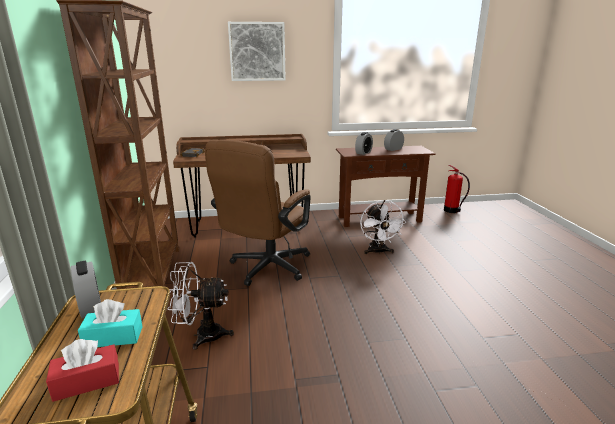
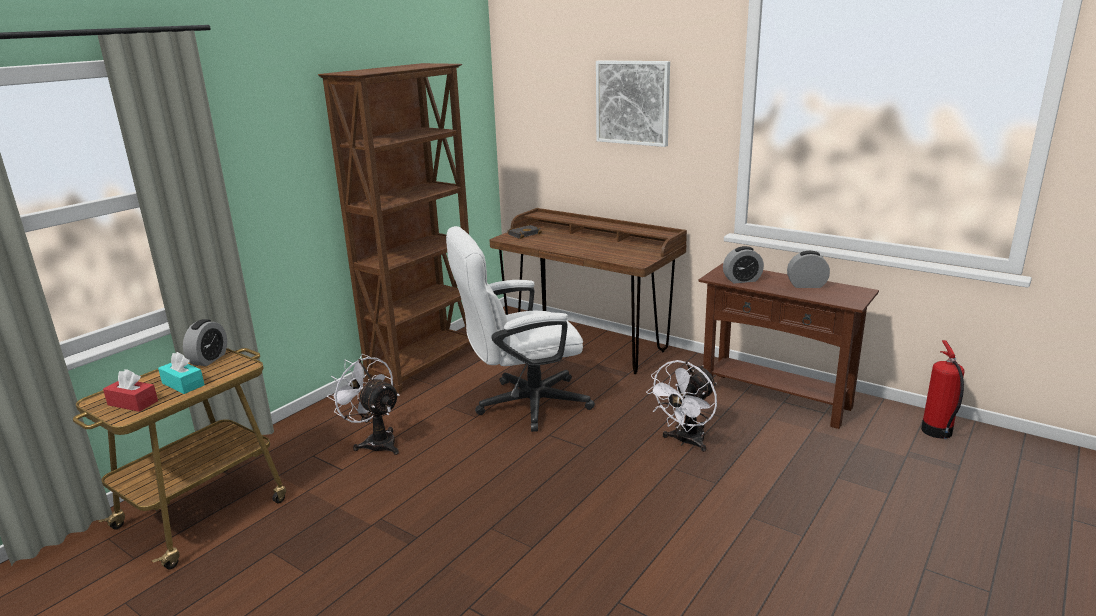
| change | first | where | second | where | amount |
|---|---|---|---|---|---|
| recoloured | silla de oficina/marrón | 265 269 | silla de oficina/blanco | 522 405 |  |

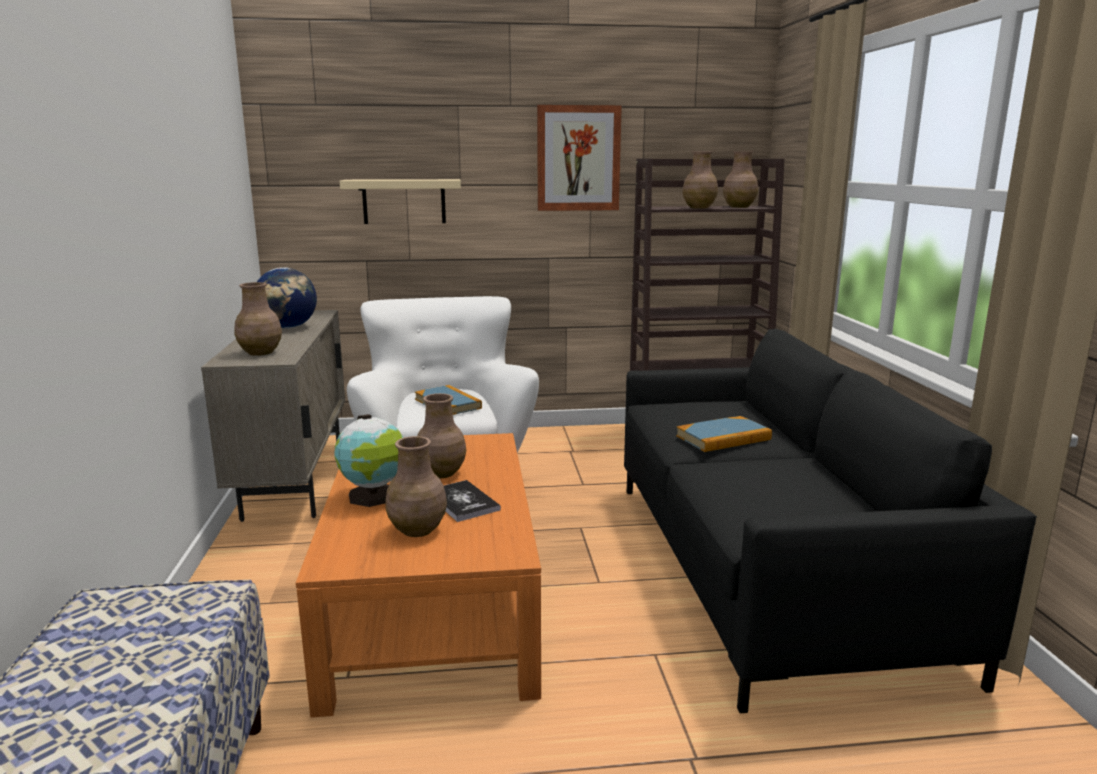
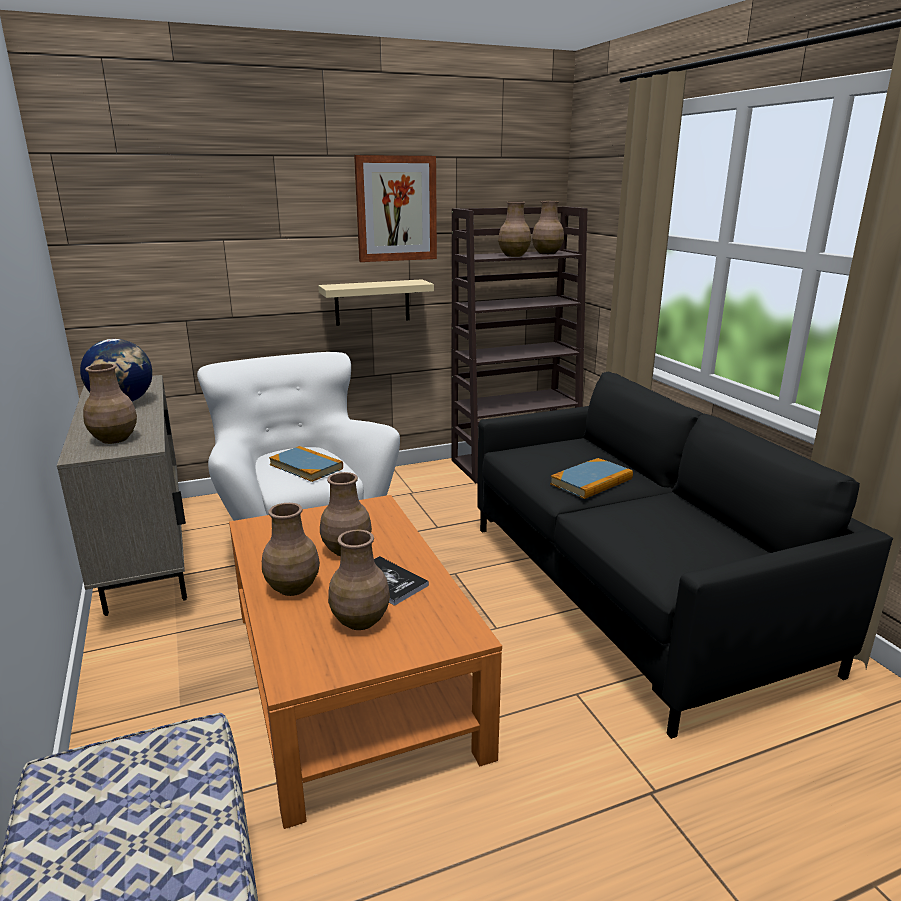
| change | first | where | second | where | amount |
|---|---|---|---|---|---|
| moved | estante/beis | 404 201 |  | 372 302 |  |
| replaced | globo terráqueo | 374 497 | florero/marrón | 294 588 |  |

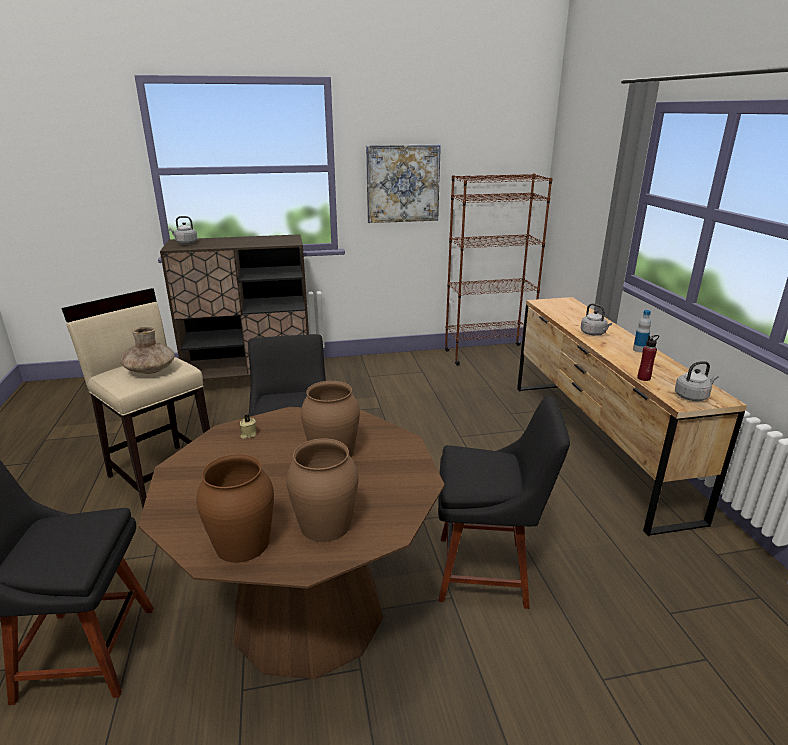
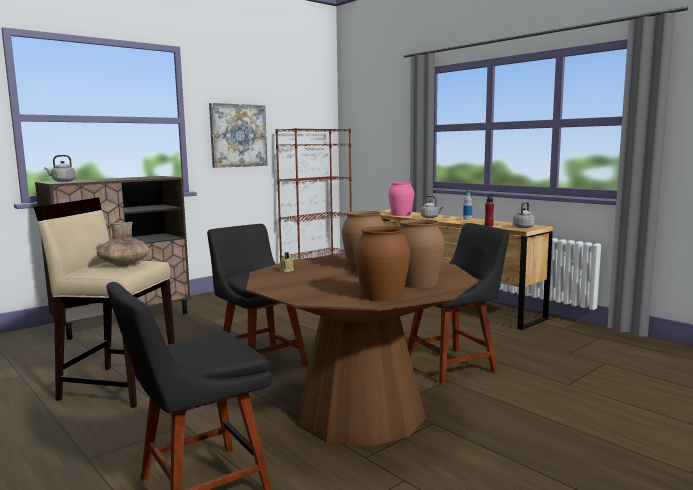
| change | first | where | second | where | amount |
|---|---|---|---|---|---|
| added |  |  | florero/rosa | 401 214 |  |

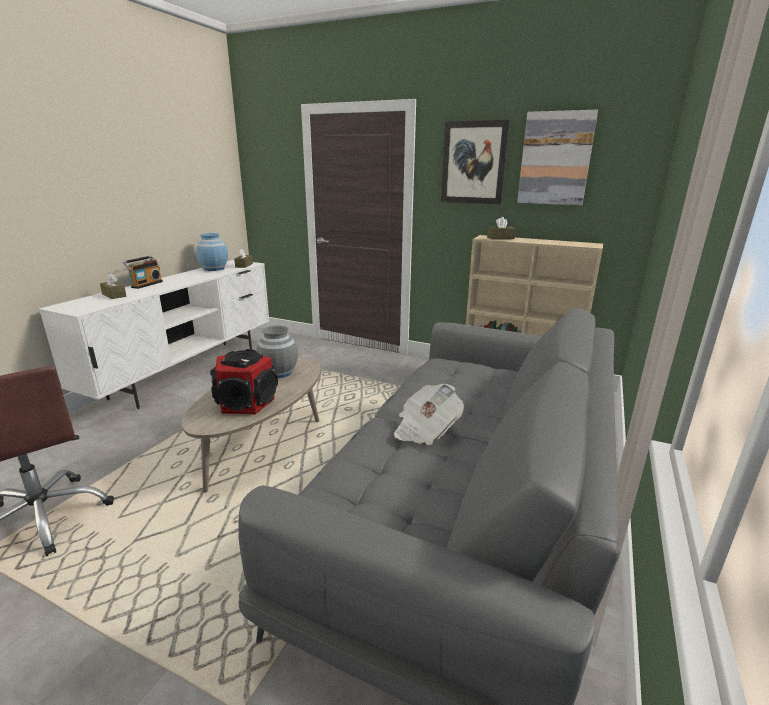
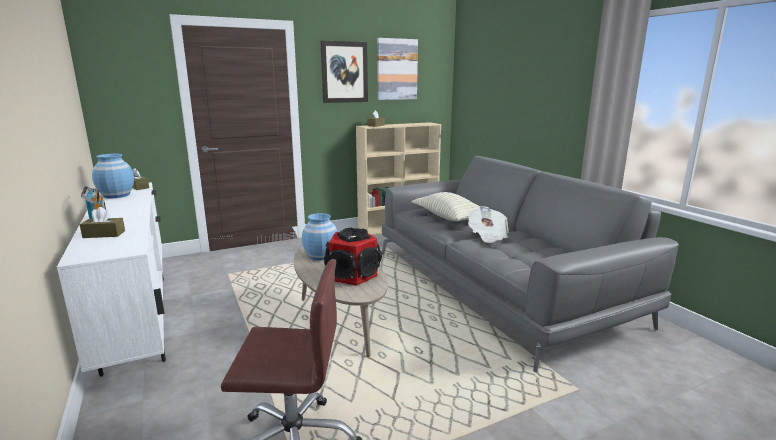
| change | first | where | second | where | amount |
|---|---|---|---|---|---|
| added |  |  | cojín | 449 218 |  |
| recoloured | florero/gris | 279 372 | florero/azul | 321 255 |  |

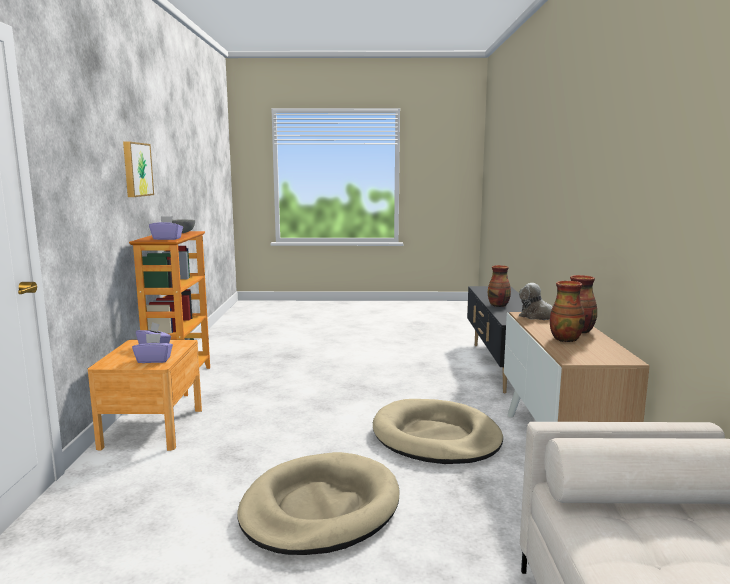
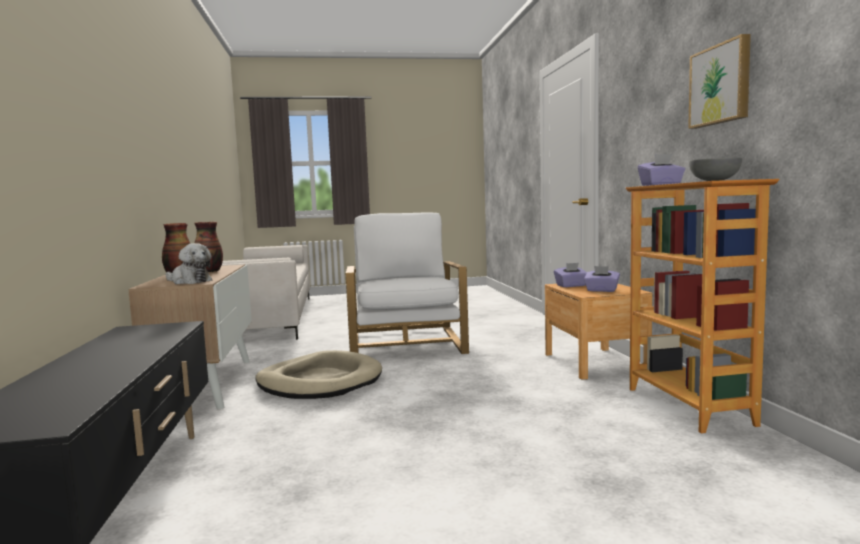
| change | first | where | second | where | amount |
|---|---|---|---|---|---|
| removed | florero | 499 305 |  |  |  |
| replaced | cama para perro/beis | 320 508 | sillón/blanco | 406 344 |  |

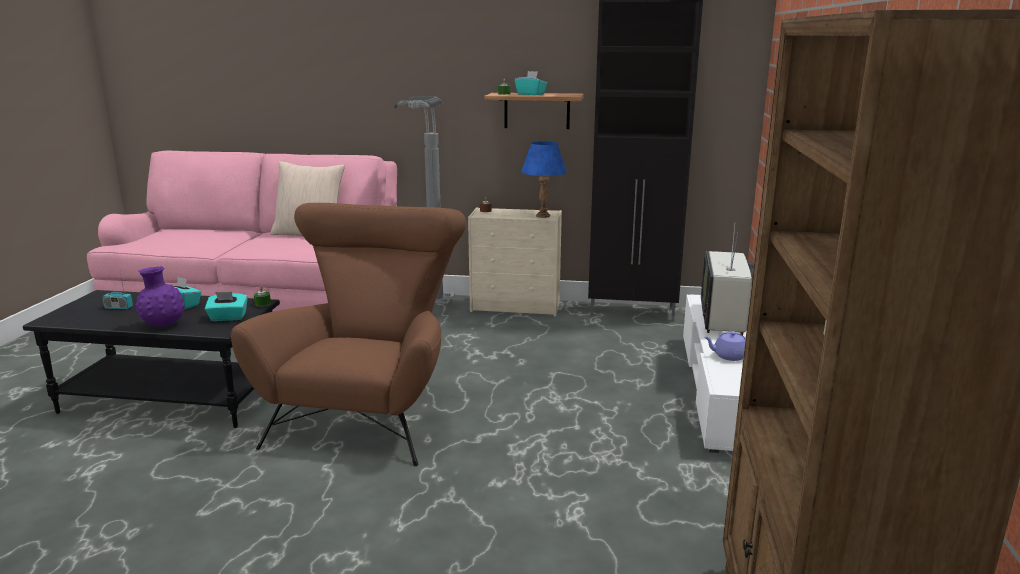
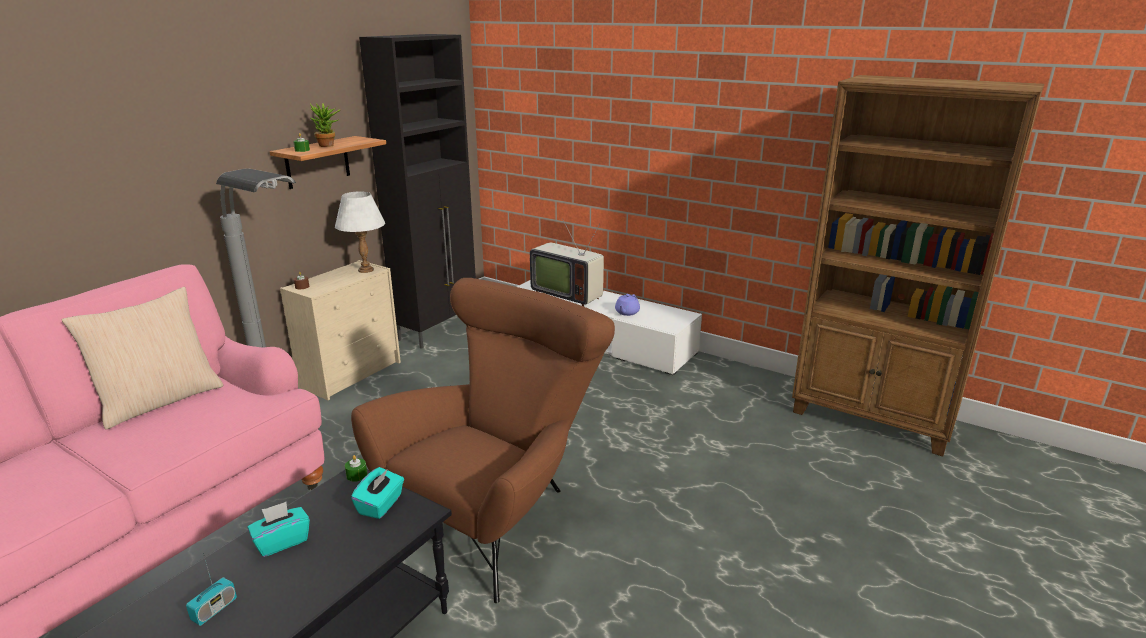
| change | first | where | second | where | amount |
|---|---|---|---|---|---|
| removed | florero/morado | 163 325 |  |  |  |
| replaced | caja de pañuelos/turquesa | 531 94 | planta en maceta | 329 145 |  |
| recoloured | lámpara de mesa/azul | 543 216 | lámpara de mesa/blanco | 366 270 |  |
| turned | sillón/marrón | 367 412 |  | 493 509 | 90 degrees clockwise |

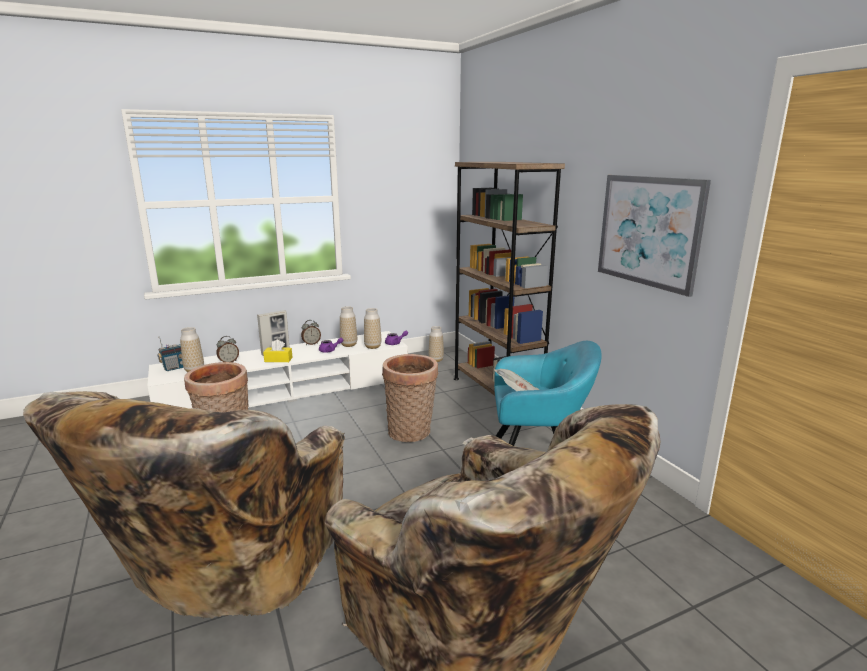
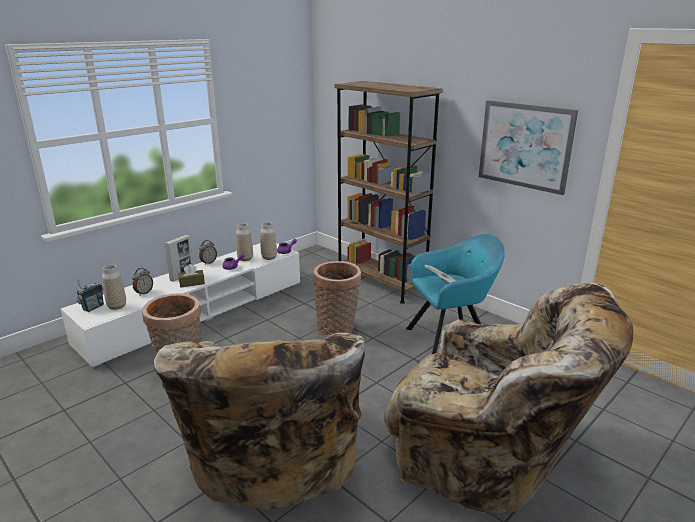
| change | first | where | second | where | amount |
|---|---|---|---|---|---|
| removed | florero | 436 360 |  |  |  |
| recoloured | caja de pañuelos/amarillo | 278 359 | caja de pañuelos/marrón | 192 283 |  |

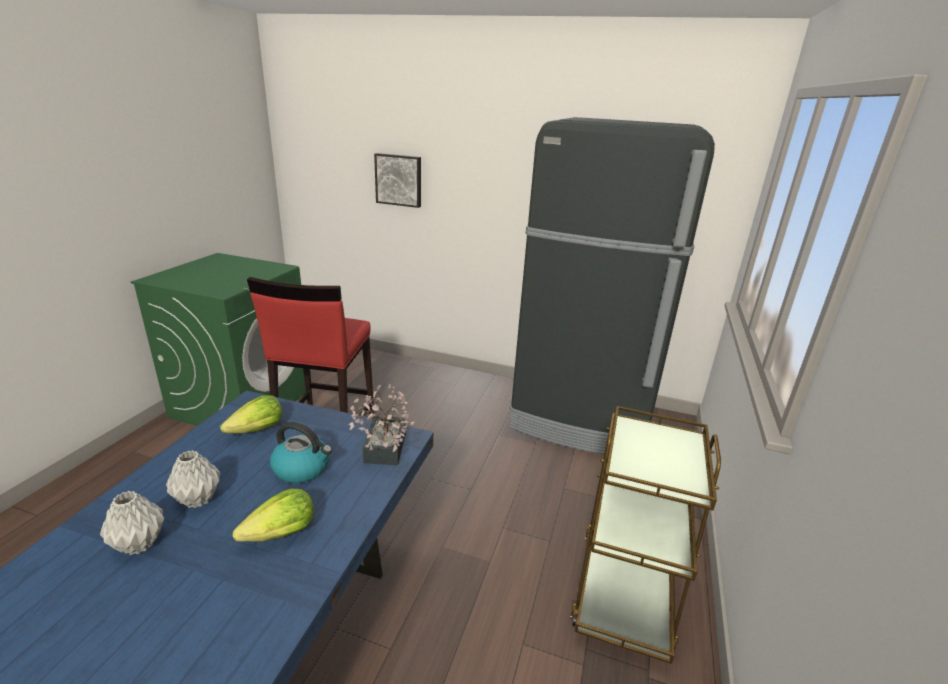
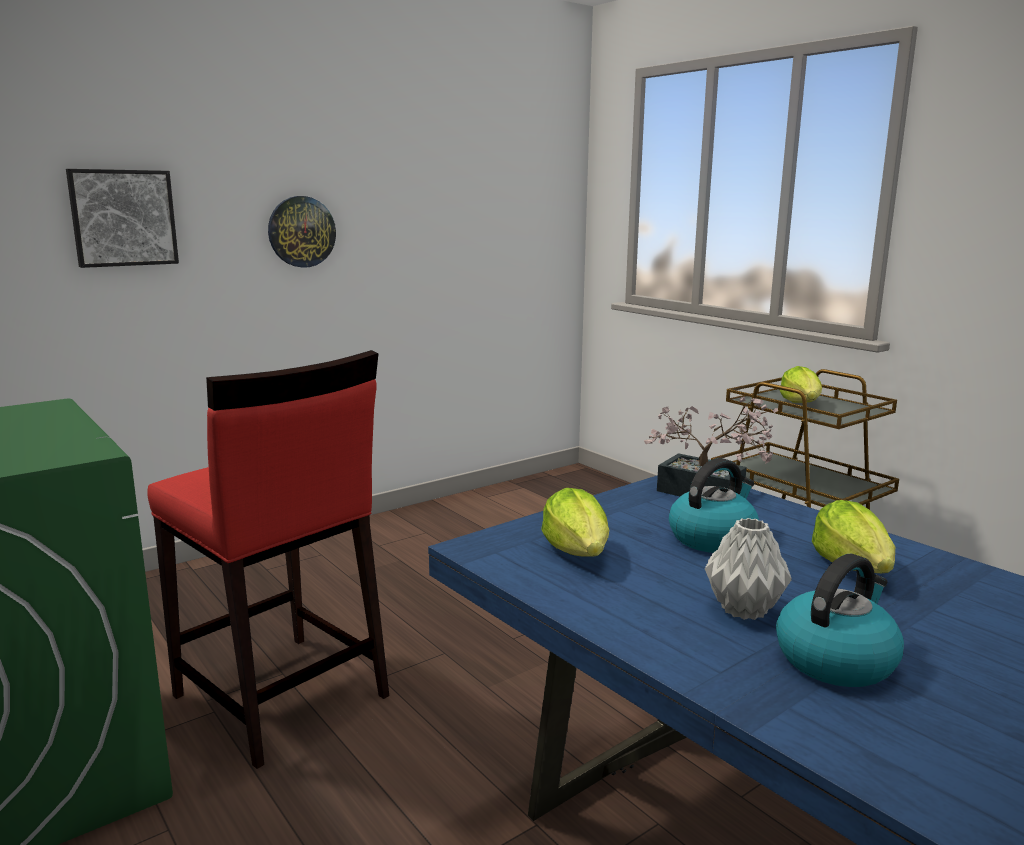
| change | first | where | second | where | amount |
|---|---|---|---|---|---|
| removed | nevera/negro | 581 420 |  |  |  |
| added |  |  | reloj de pared | 301 231 |  |
| added |  |  | lechuga | 801 404 |  |
| replaced | florero/gris | 140 543 | hervidor | 835 659 |  |

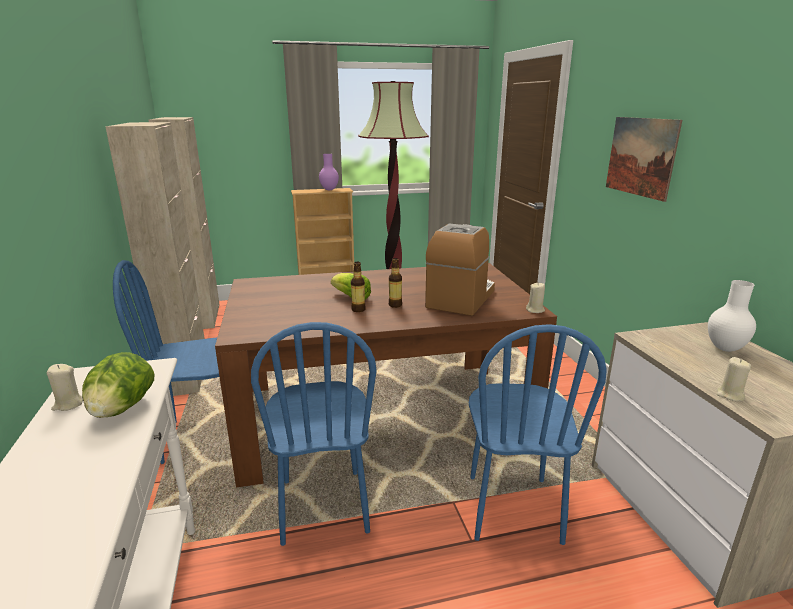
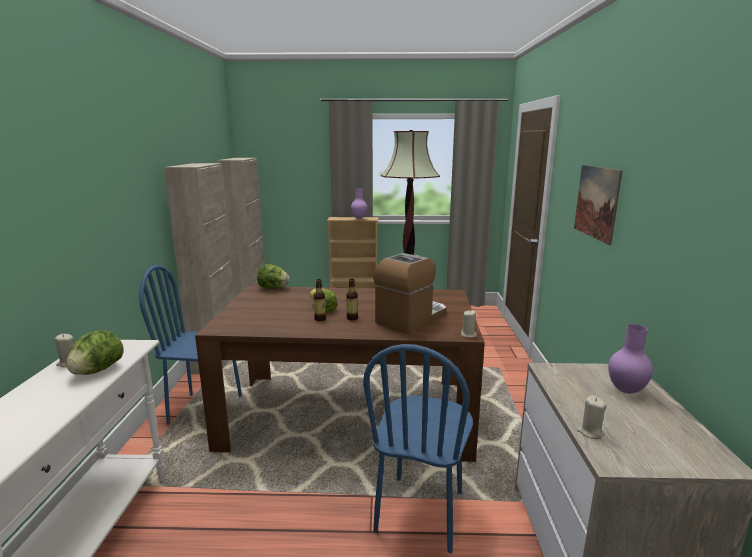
| change | first | where | second | where | amount |
|---|---|---|---|---|---|
| removed | silla/azul | 323 506 |  |  |  |
| added |  |  | lechuga | 273 288 |  |
| recoloured | florero/blanco | 725 349 | florero/morado | 626 391 |  |

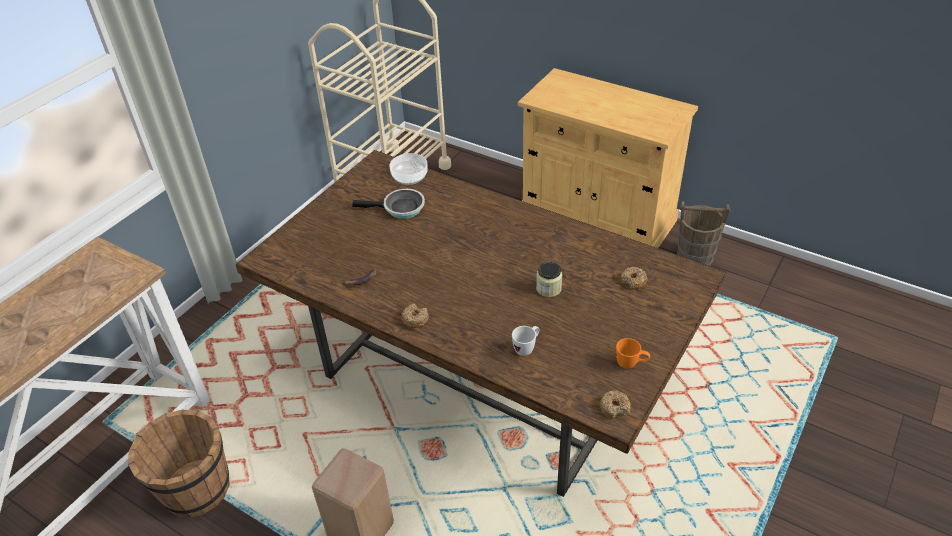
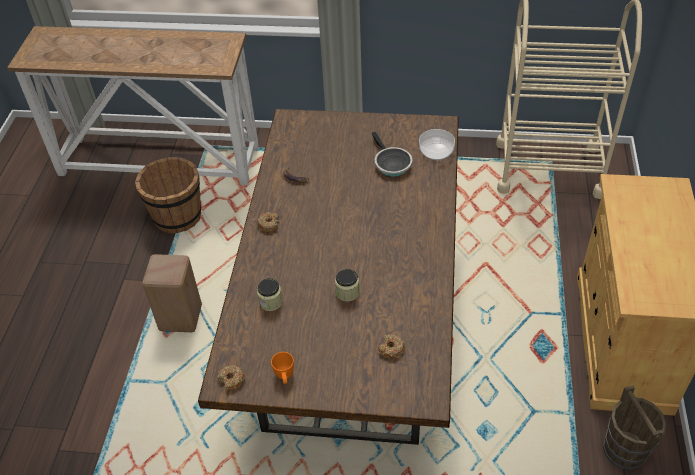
| change | first | where | second | where | amount |
|---|---|---|---|---|---|
| replaced | taza grande/blanco | 526 348 | tarro | 270 302 |  |

